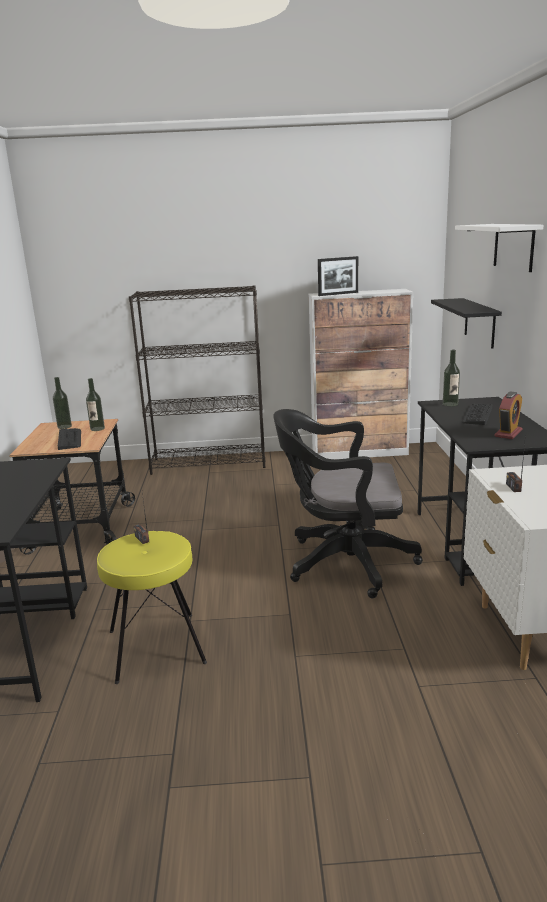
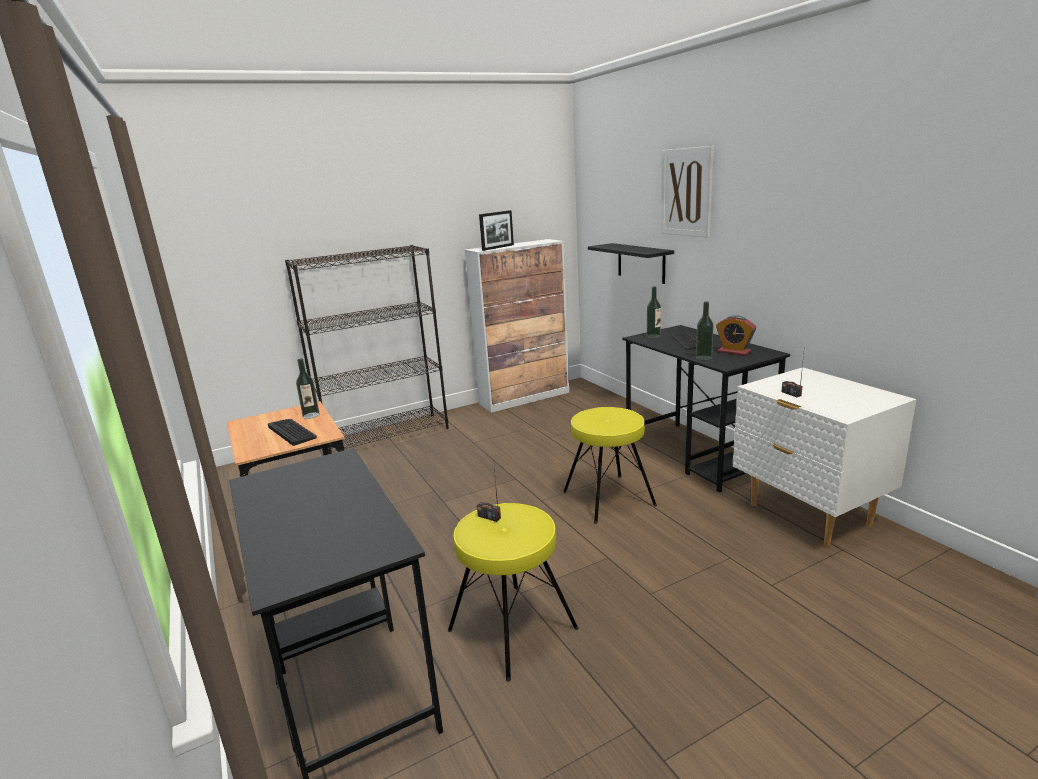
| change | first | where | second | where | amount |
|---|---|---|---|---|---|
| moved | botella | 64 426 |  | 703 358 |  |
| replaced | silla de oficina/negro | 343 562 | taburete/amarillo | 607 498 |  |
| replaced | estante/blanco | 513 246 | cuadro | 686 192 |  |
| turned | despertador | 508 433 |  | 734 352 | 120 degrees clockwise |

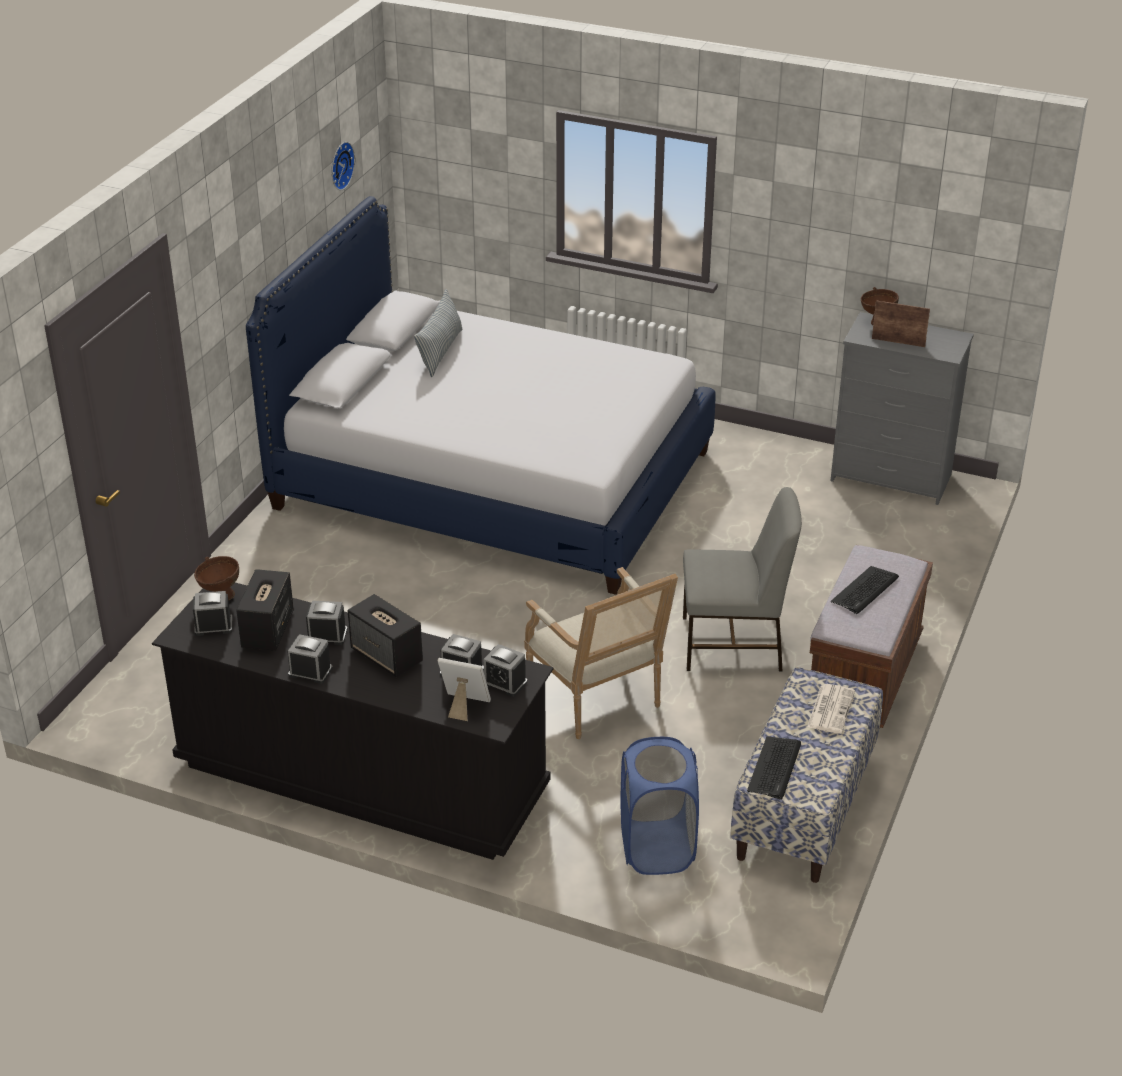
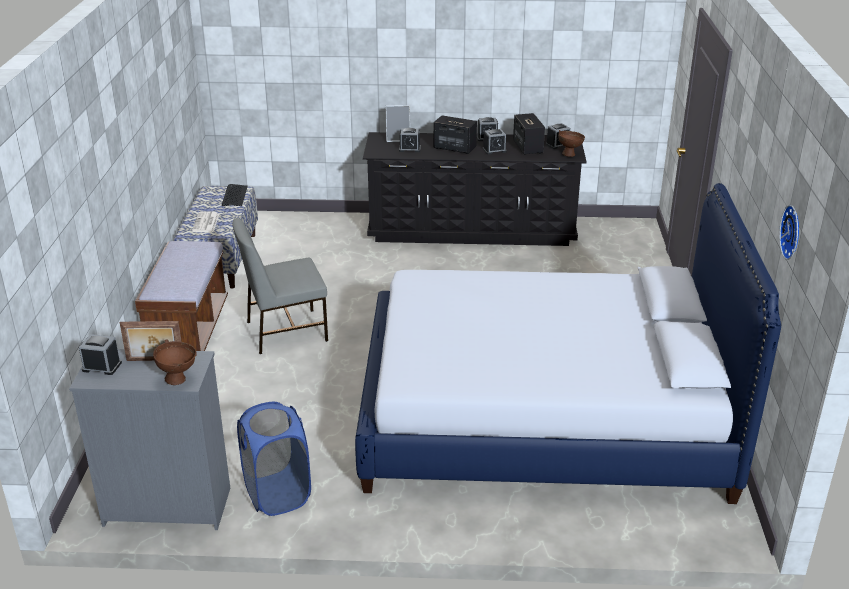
| change | first | where | second | where | amount |
|---|---|---|---|---|---|
| removed | cojín | 440 352 |  |  |  |
| removed | sillón | 600 702 |  |  |  |
| removed | teclado | 865 590 |  |  |  |
| moved | despertador | 504 683 |  | 102 366 |  |
| moved | cesto de la ropa/azul | 657 848 |  | 277 494 |  |

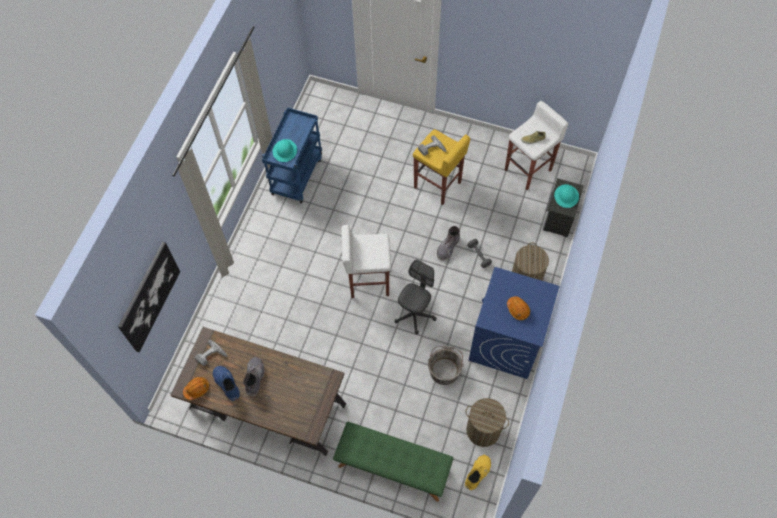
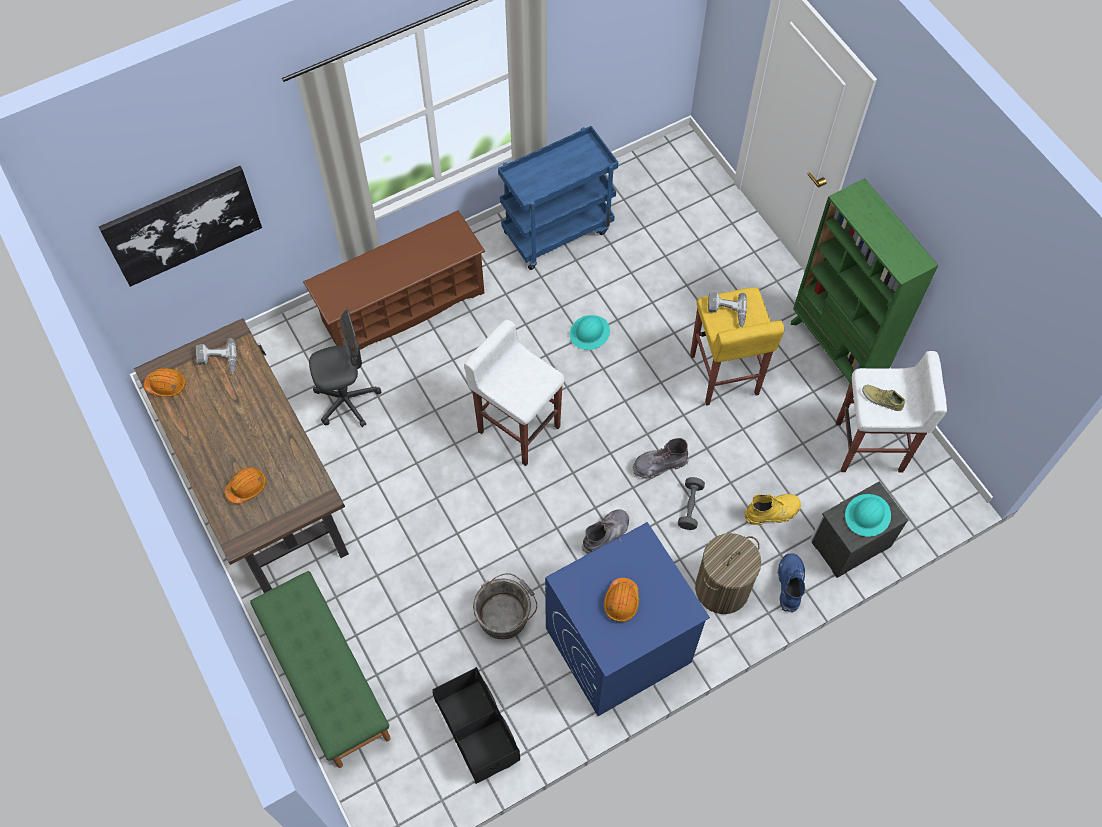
| change | first | where | second | where | amount |
|---|---|---|---|---|---|
| added |  |  | casco/naranja | 247 487 |  |
| added |  |  | zapatero/marrón | 402 307 |  |
| added |  |  | estantería/verde | 835 351 |  |
| moved | bota/azul | 227 384 |  | 789 584 |  |
| moved | bota/gris | 255 377 |  | 606 535 |  |
| moved | casco/turquesa | 285 151 |  | 590 333 |  |
| moved | silla de oficina/gris | 414 314 |  | 347 401 |  |
| moved | bota/amarillo | 477 473 |  | 772 512 |  |
| replaced | cesto de la ropa | 483 430 | caja de almacenaje/negro | 478 731 |  |

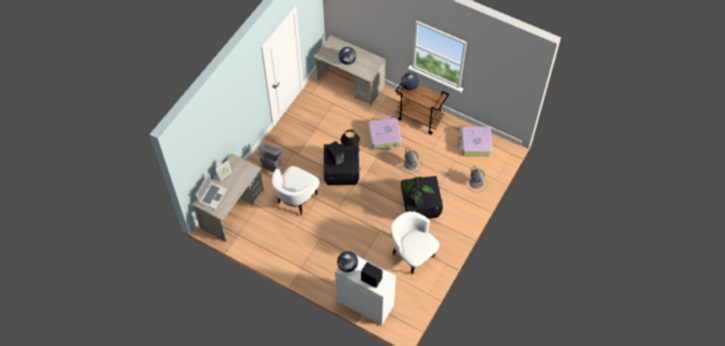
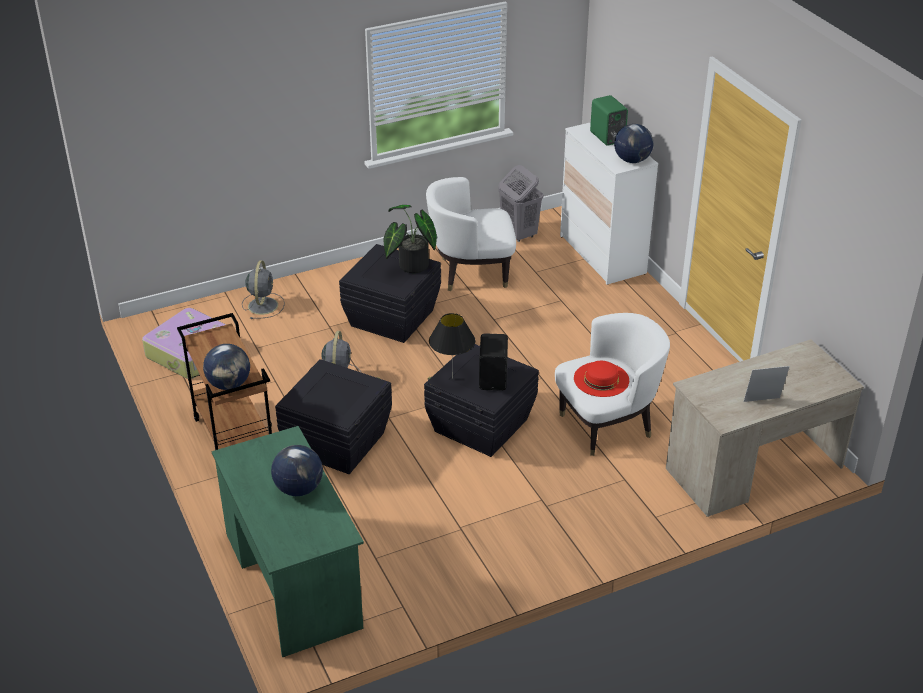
| change | first | where | second | where | amount |
|---|---|---|---|---|---|
| removed | portátil | 213 195 |  |  |  |
| added |  |  | sombrero/rojo | 601 379 |  |
| moved | cesto de la ropa/gris | 272 167 |  | 518 234 |  |
| replaced | maleta | 384 137 | caja de almacenaje/negro | 337 442 |  |
| recoloured | escritorio/beis | 350 83 | escritorio/verde | 293 580 |  |
| recoloured | altavoz/negro | 371 279 | altavoz/verde | 607 137 |  |
| turned | sillón/blanco | 412 254 |  | 471 273 | 90 degrees clockwise |

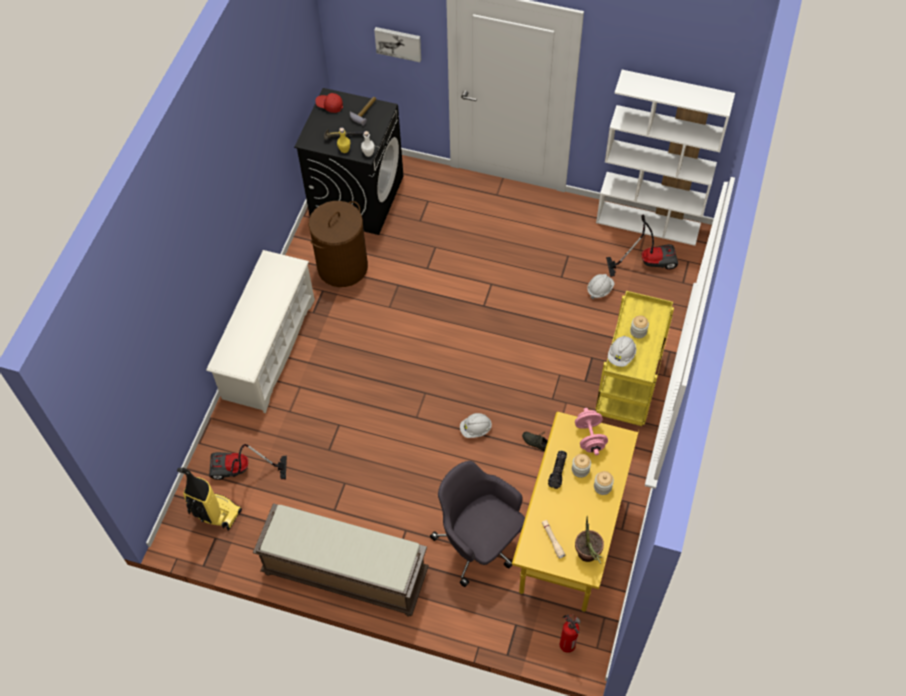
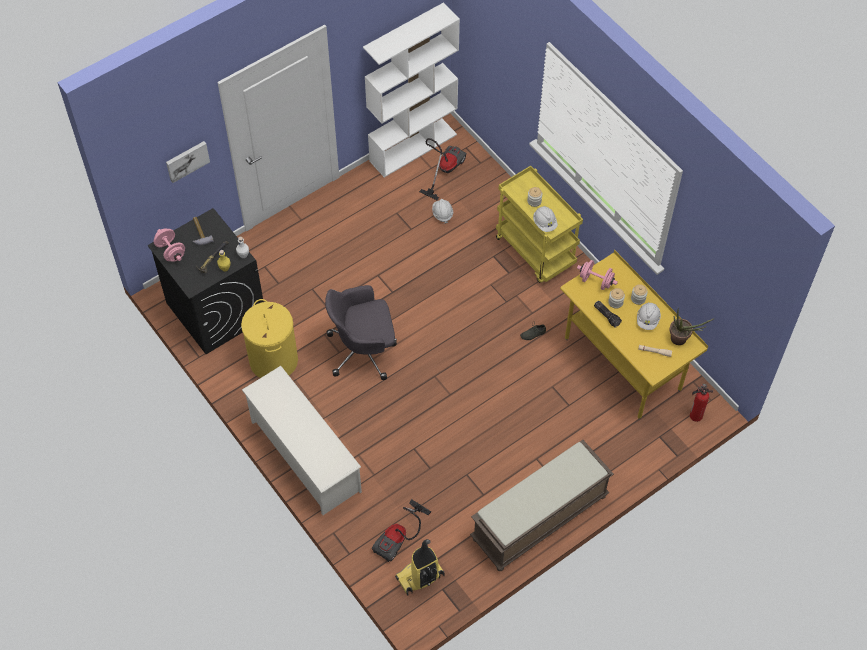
| change | first | where | second | where | amount |
|---|---|---|---|---|---|
| moved | silla de oficina/gris | 479 543 |  | 363 350 |  |
| moved | casco/blanco | 475 429 |  | 647 320 |  |
| replaced | gorra/rojo | 329 105 | mancuerna/rosa | 171 251 |  |
| recoloured | cesto de la ropa/marrón | 342 266 | cesto de la ropa/amarillo | 273 360 |  |

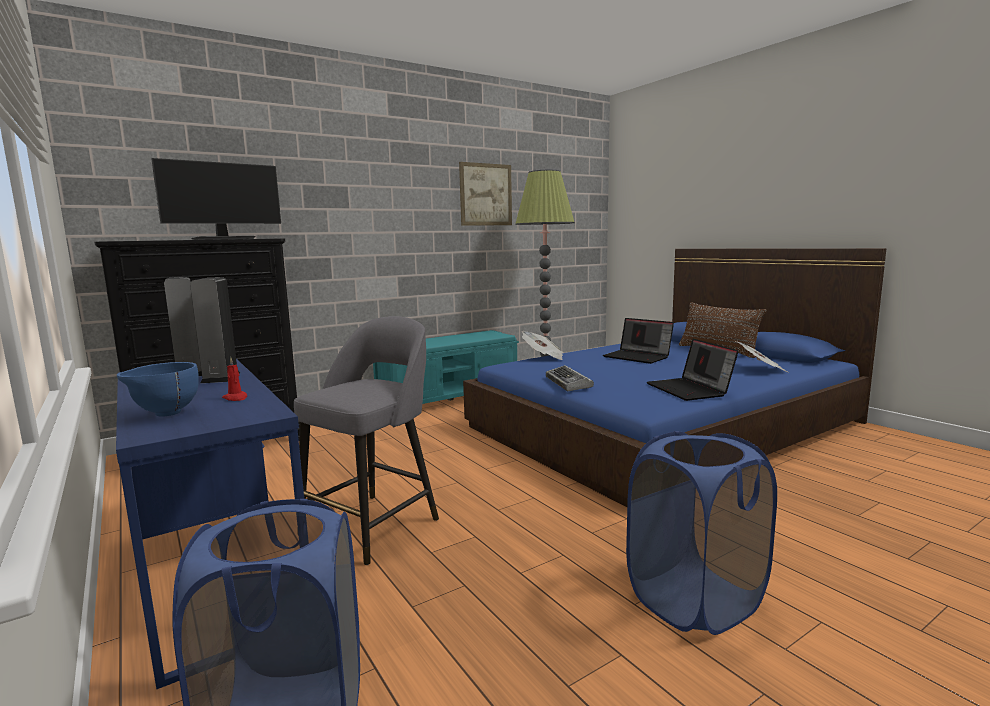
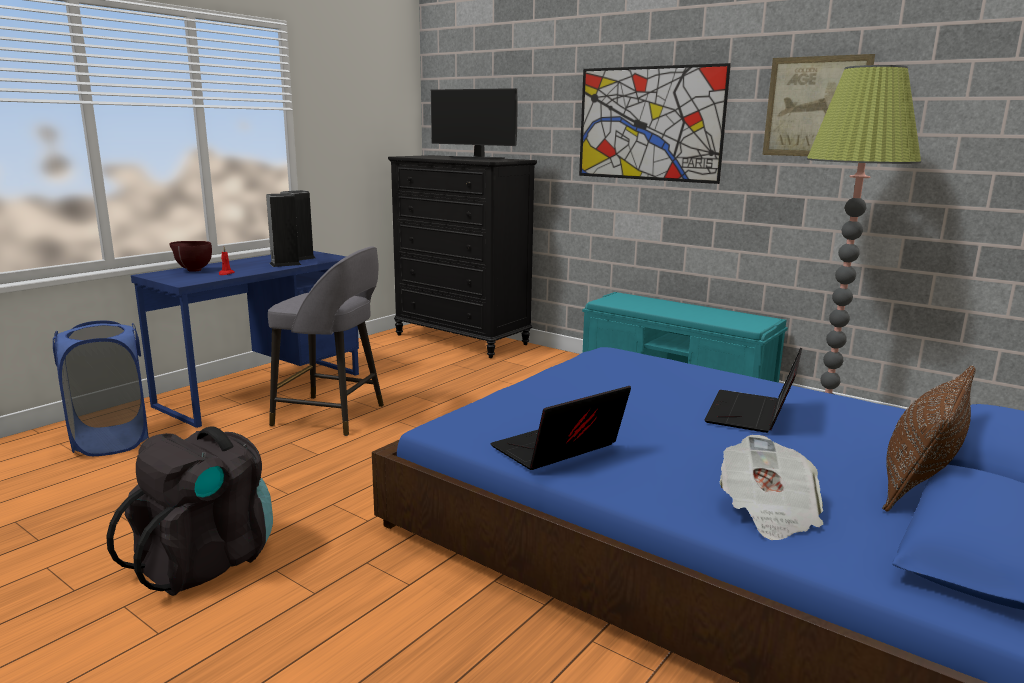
| change | first | where | second | where | amount |
|---|---|---|---|---|---|
| removed | periódico | 543 357 |  |  |  |
| removed | teclado | 569 383 |  |  |  |
| added |  |  | cuadro | 649 124 |  |
| replaced | cesto de la ropa/azul | 695 600 | mochila/negro | 206 560 |  |
| recoloured | cuenco/azul | 164 414 | cuenco/marrón | 192 270 |  |

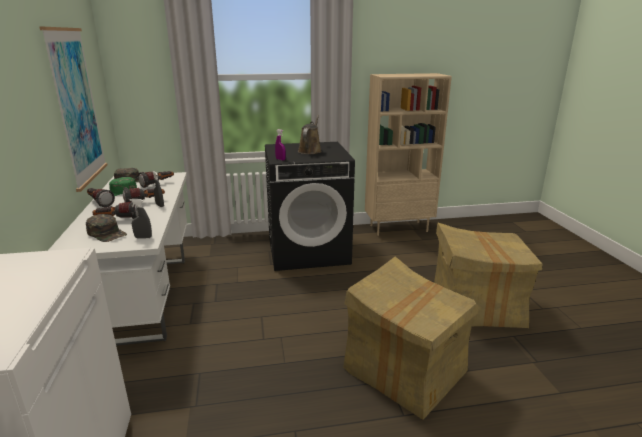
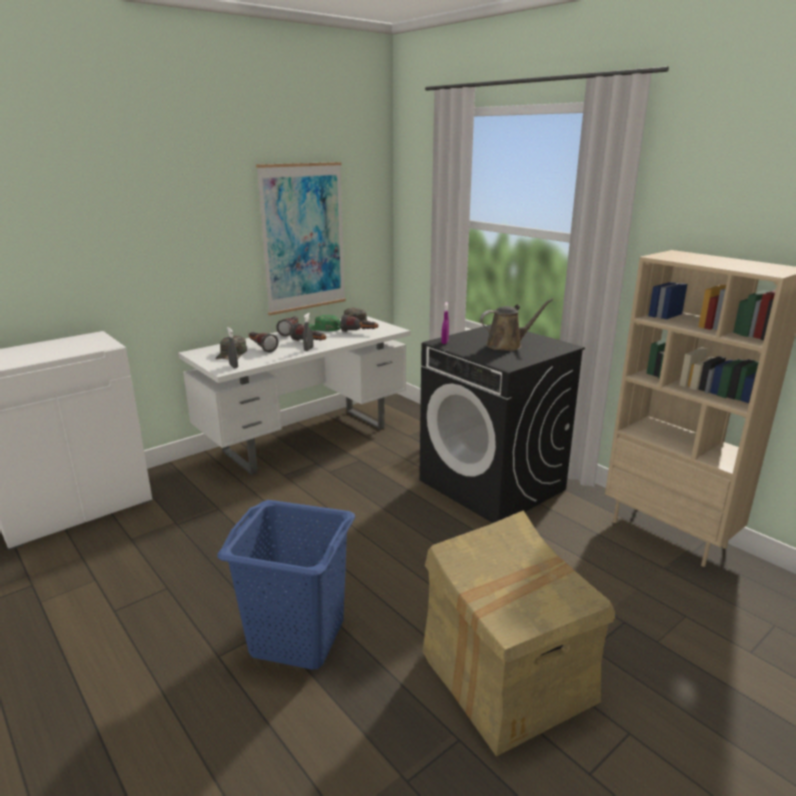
| change | first | where | second | where | amount |
|---|---|---|---|---|---|
| replaced | caja de cartón | 404 370 | cesto de la ropa/azul | 297 636 |  |

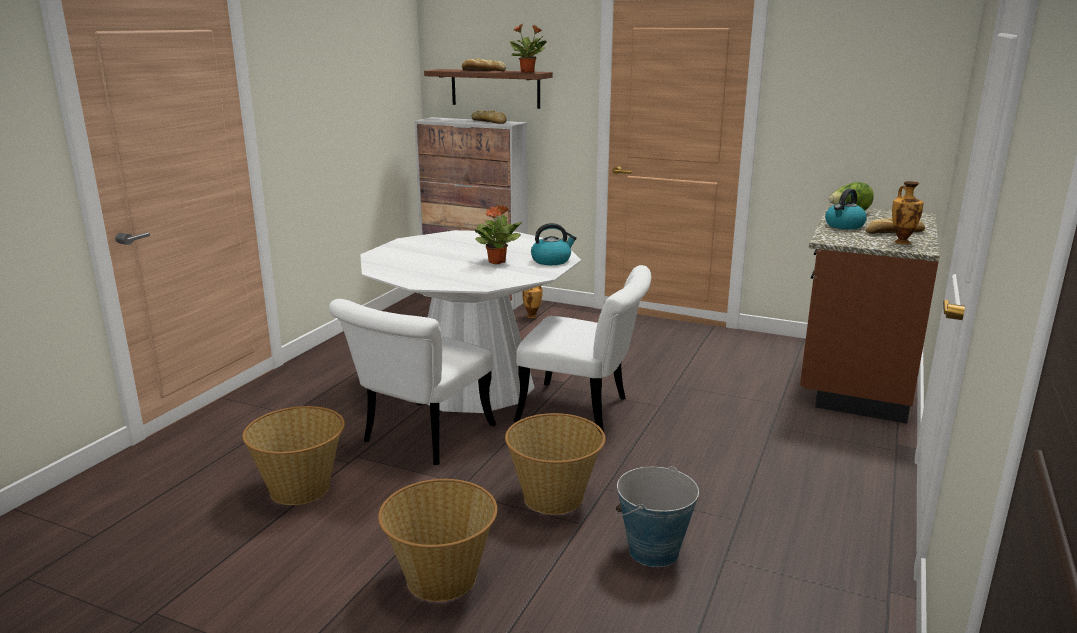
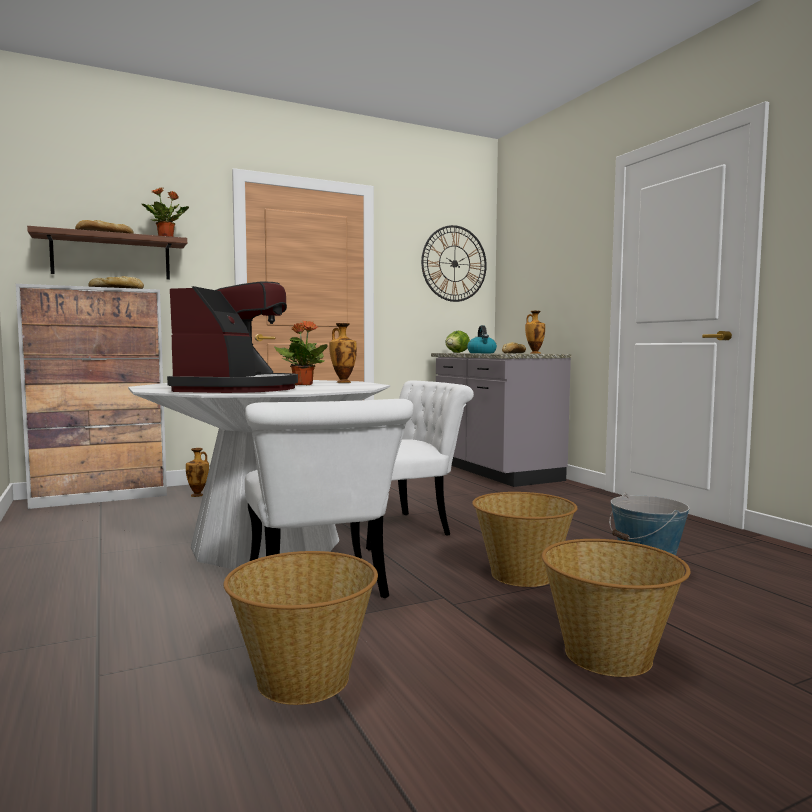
| change | first | where | second | where | amount |
|---|---|---|---|---|---|
| added |  |  | cafetera | 238 389 |  |
| added |  |  | reloj de pared | 454 263 |  |
| replaced | hervidor | 551 260 | florero | 343 382 |  |
| recoloured | mueble bajo de cocina/marrón | 854 378 | mueble bajo de cocina/gris | 494 472 |  |

